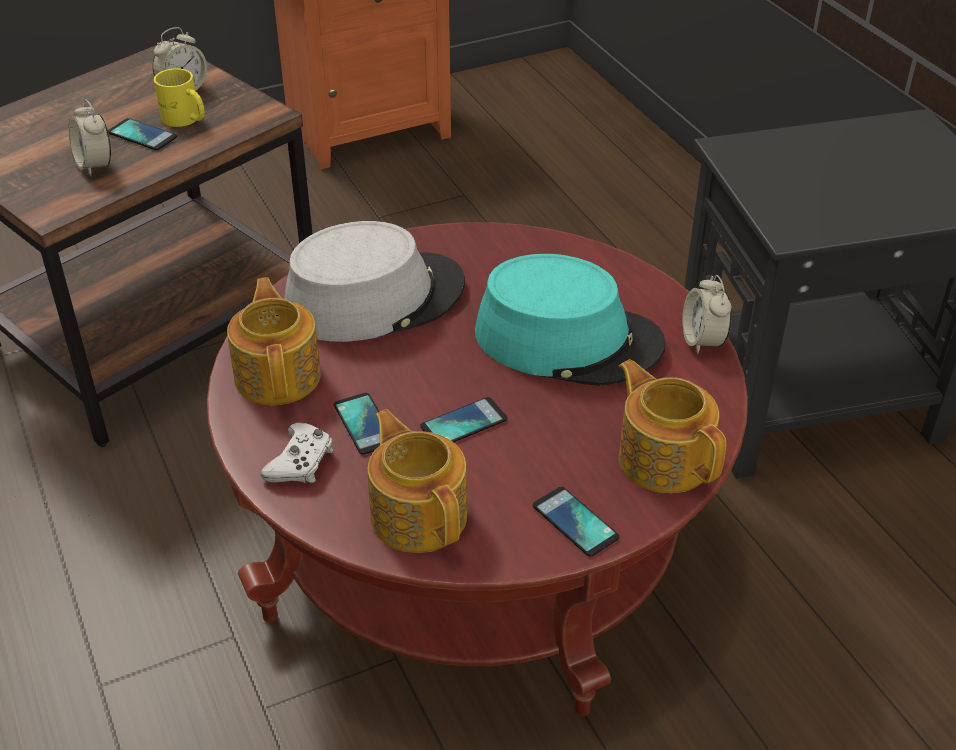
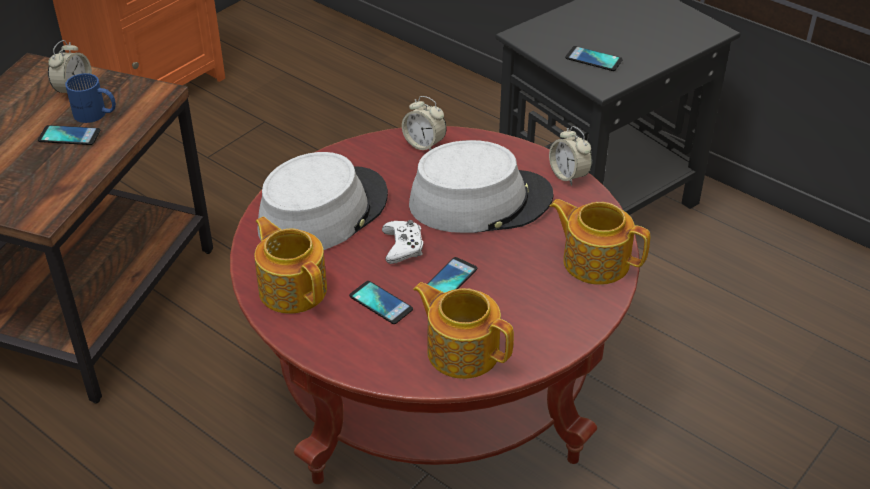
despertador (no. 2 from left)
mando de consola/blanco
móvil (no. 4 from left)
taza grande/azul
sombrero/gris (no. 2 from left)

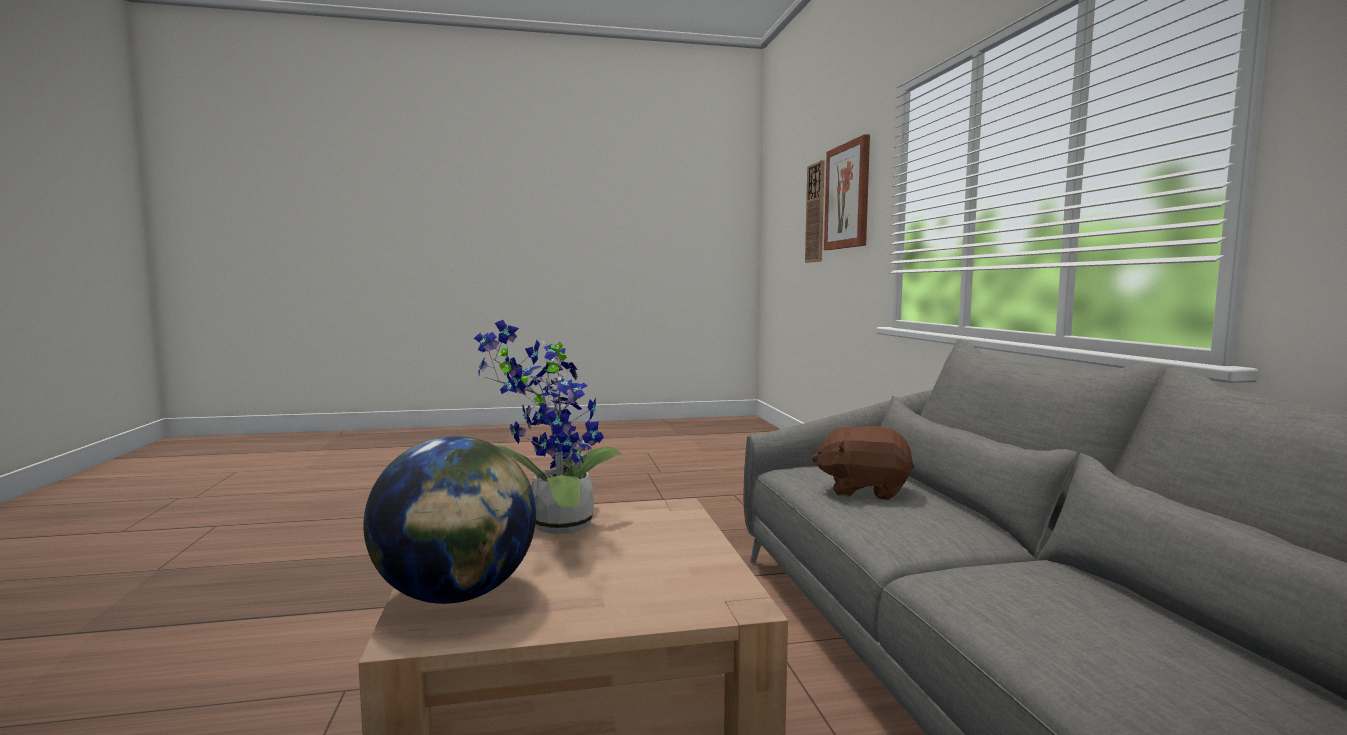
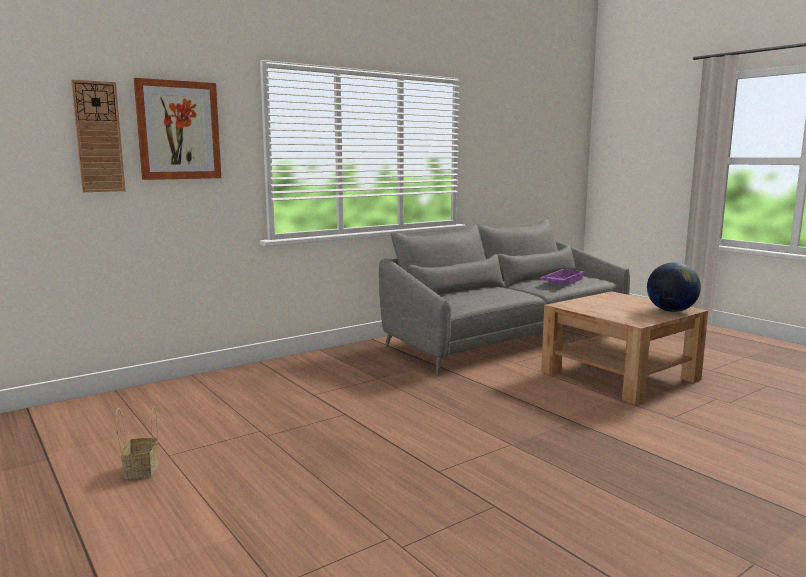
planta en maceta
peluche/marrón
cesta
bandeja/morado

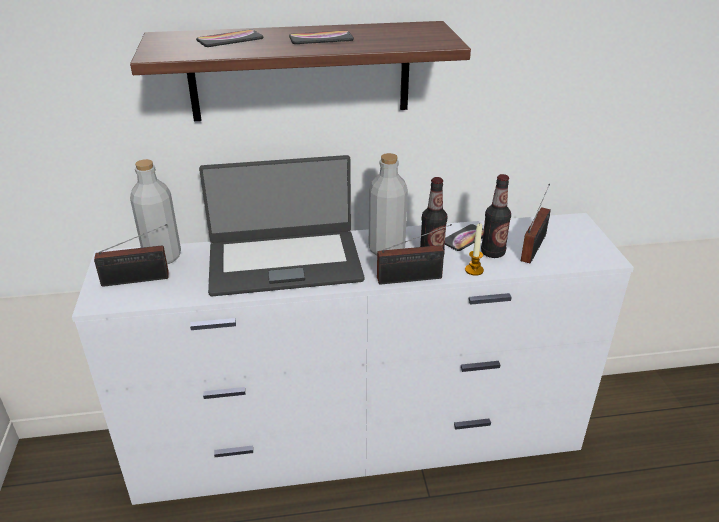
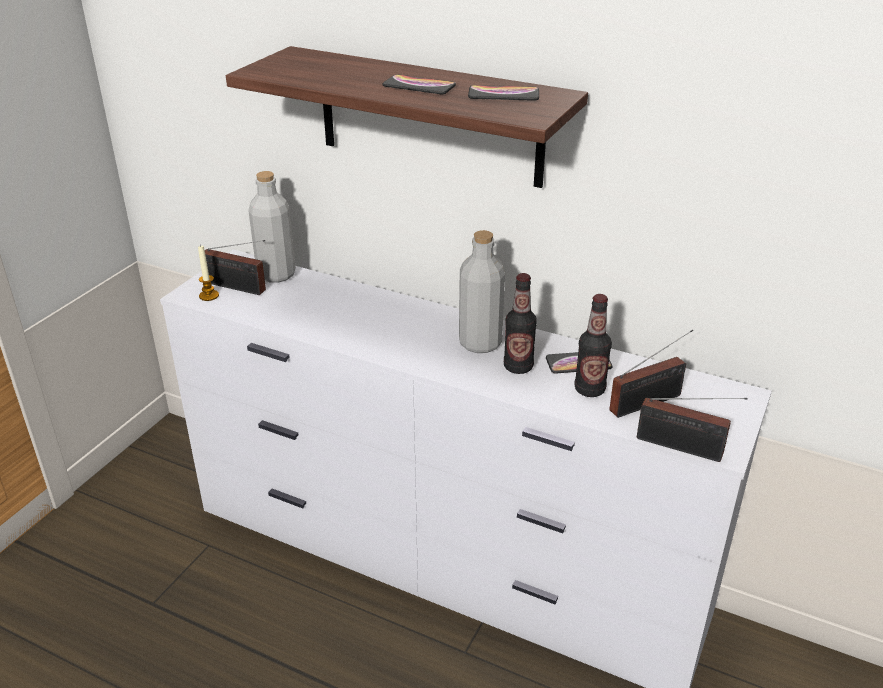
portátil
móvil (no. 2 from left)
radio (no. 3 from left)
vela

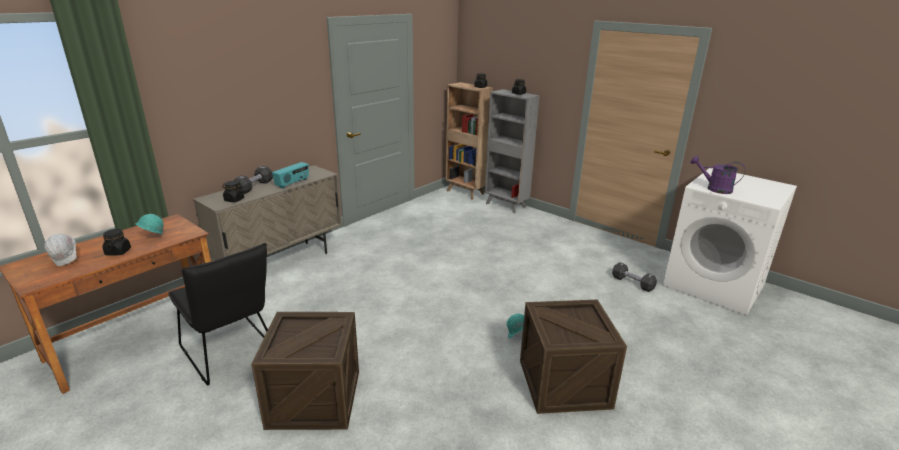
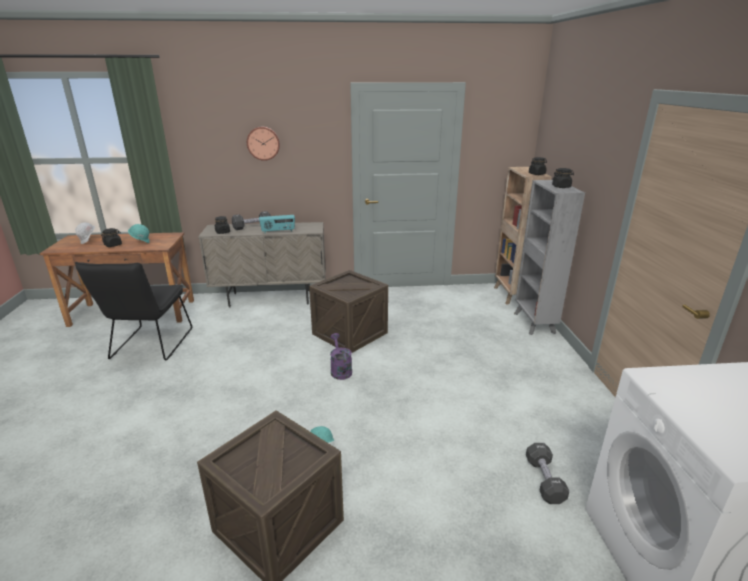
reloj de pared
caja de embalaje (no. 2 from left)
regadera/morado

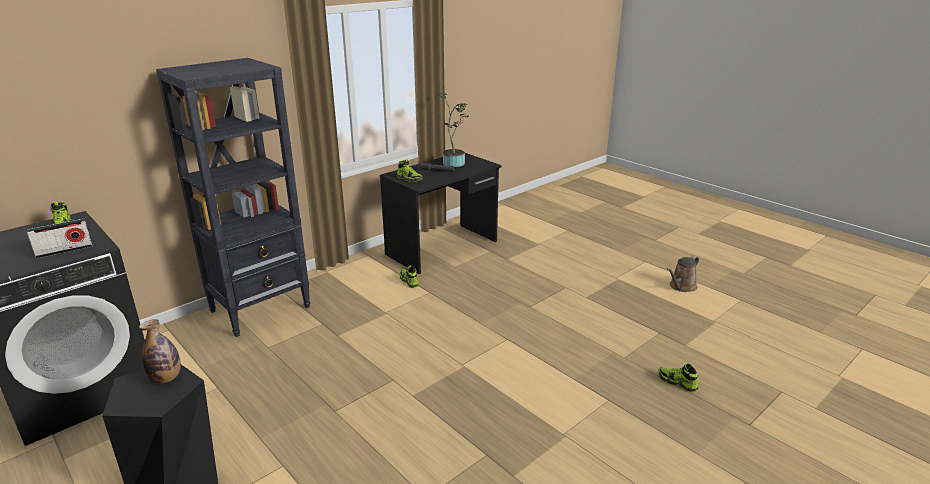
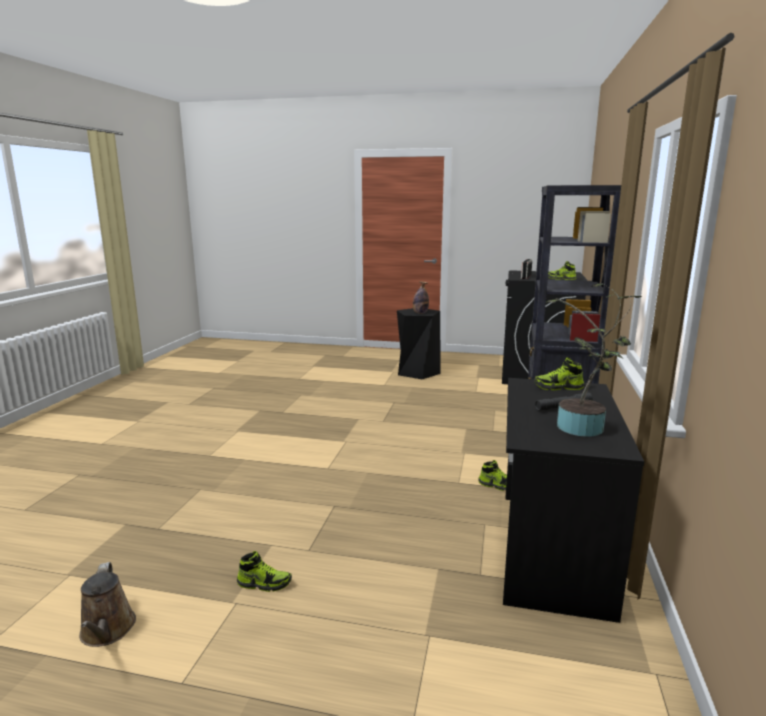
zapato (no. 1 from left)
regadera/marrón

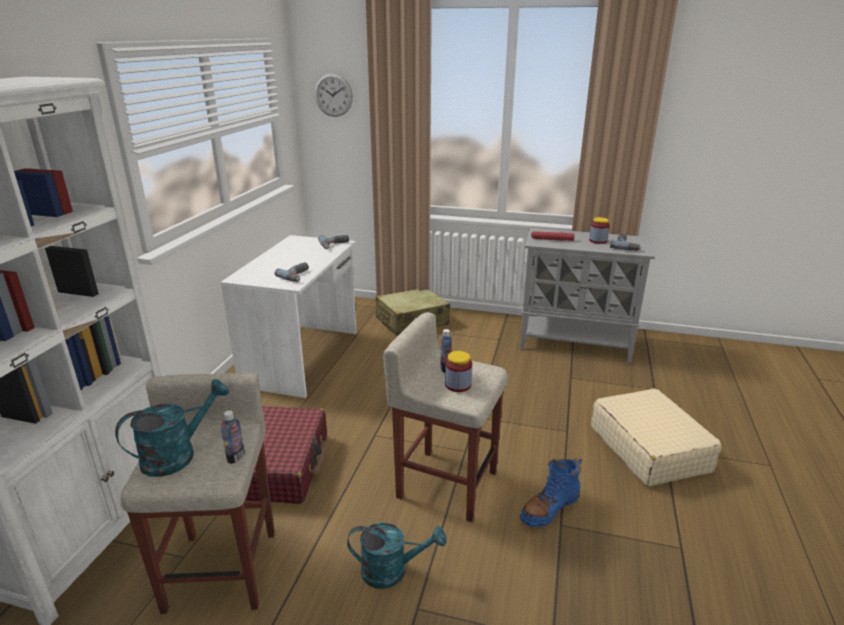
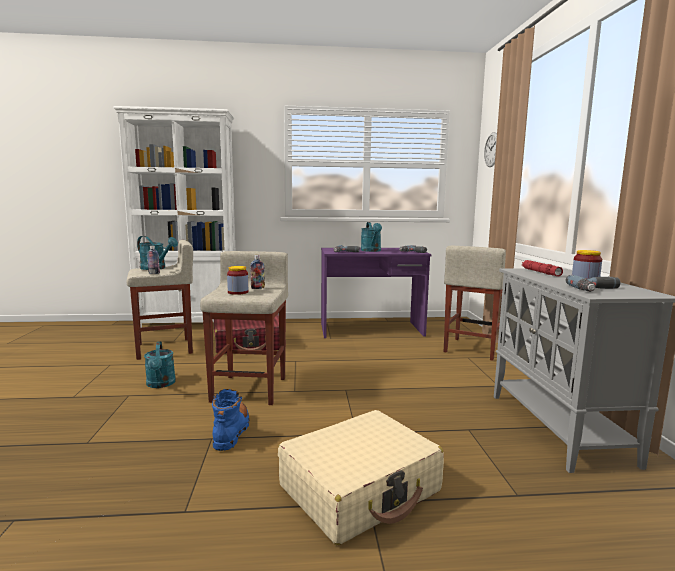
regadera/turquesa (no. 3 from left)
taburete/beis (no. 3 from left)
escritorio/morado
bota/azul

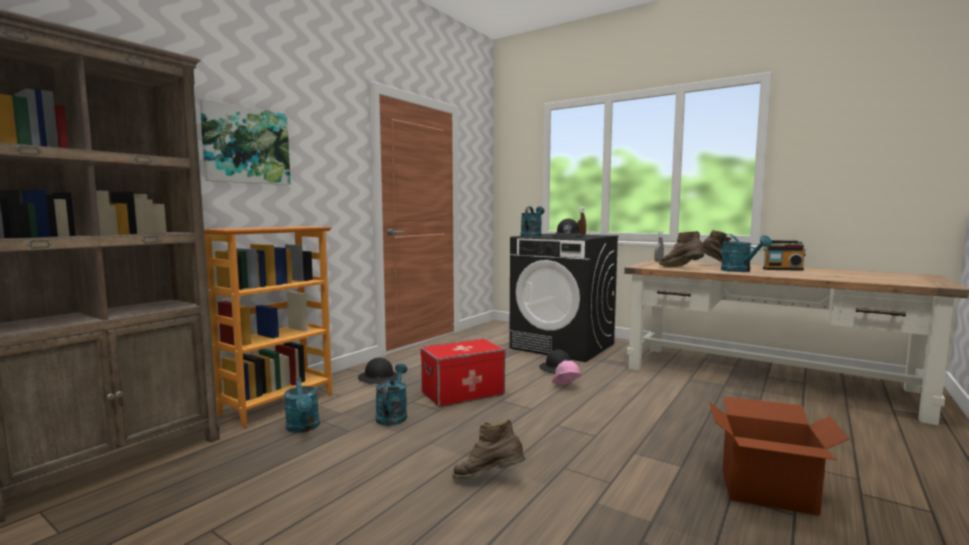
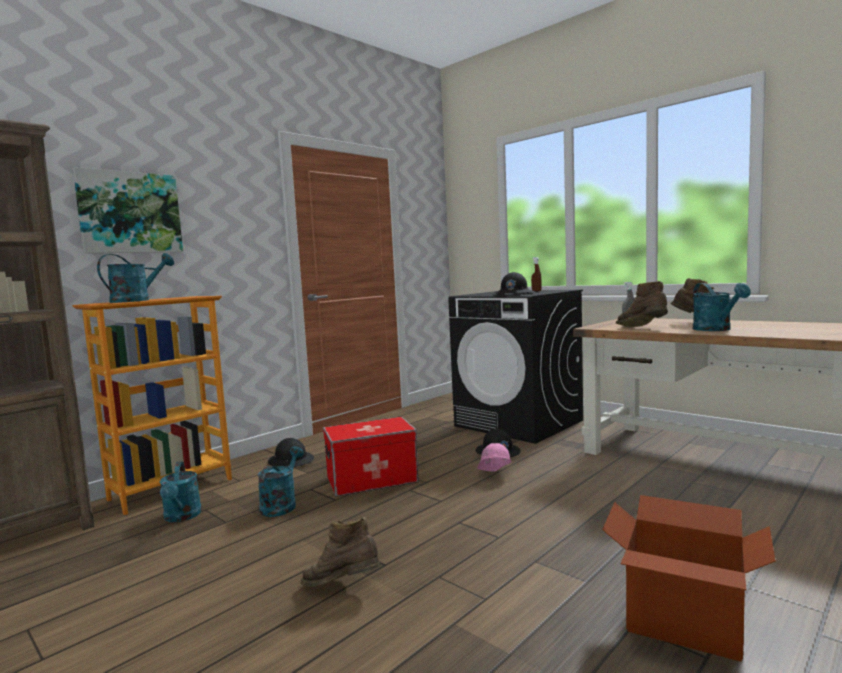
radio
regadera/turquesa (no. 1 from left)

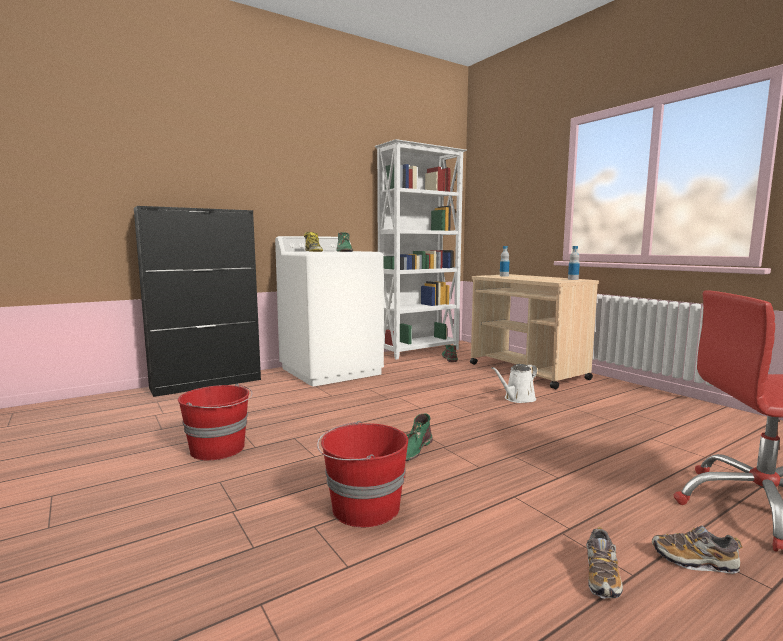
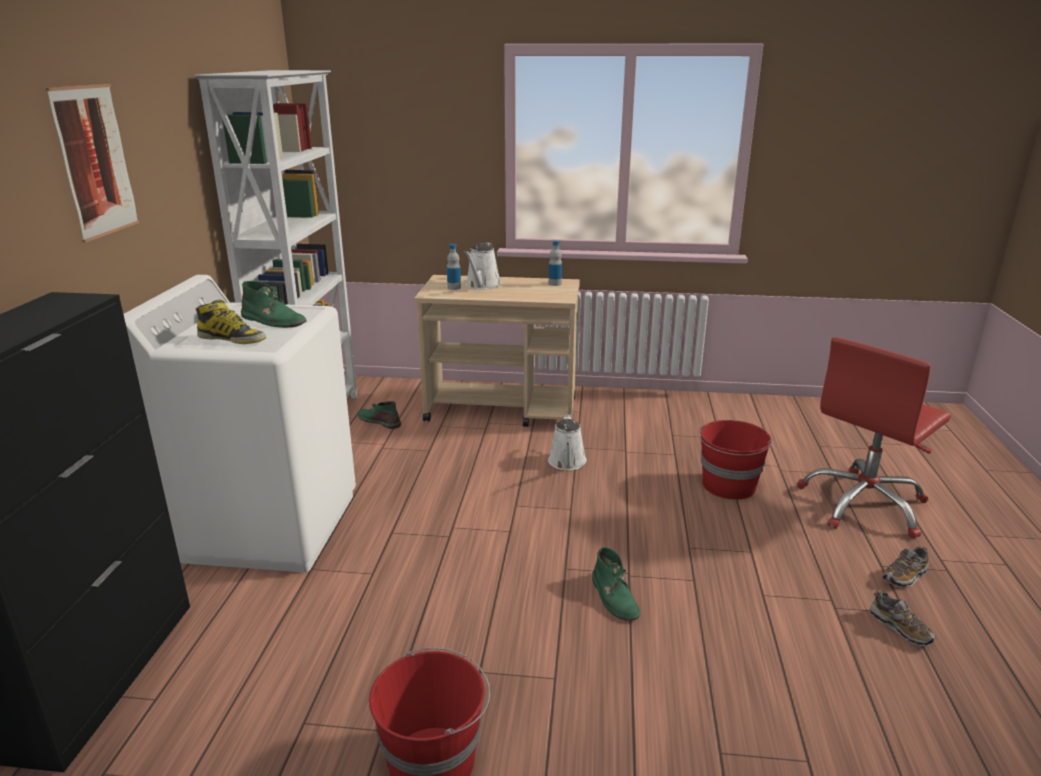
cuadro
regadera/blanco (no. 1 from left)
cubo/rojo (no. 2 from left)

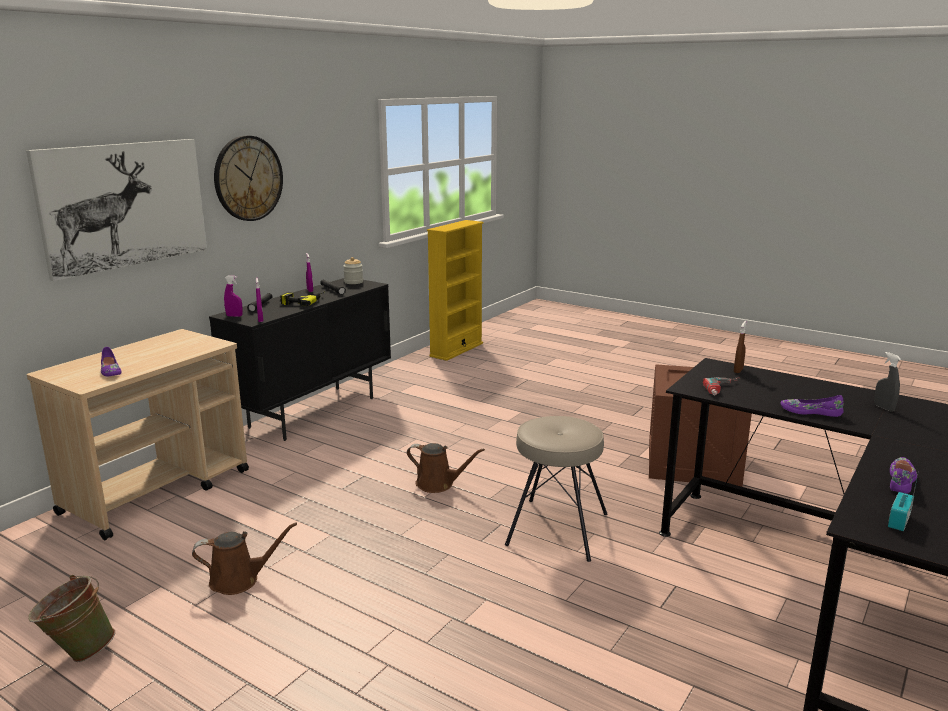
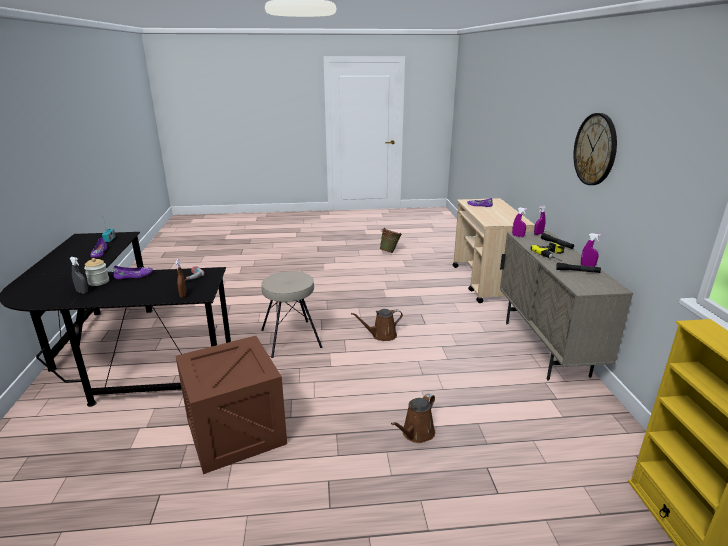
cuadro
regadera/marrón (no. 2 from left)
tarro
armario/beis

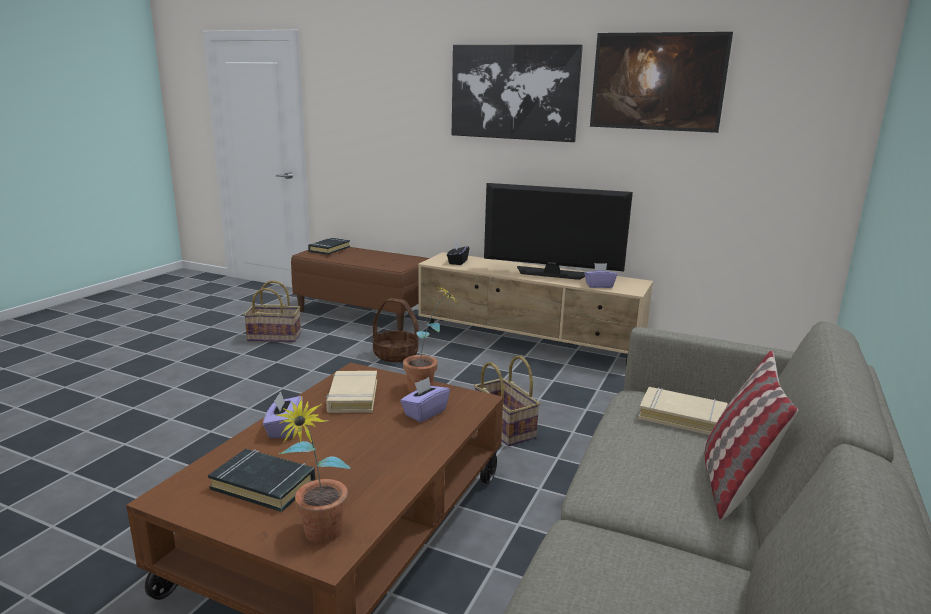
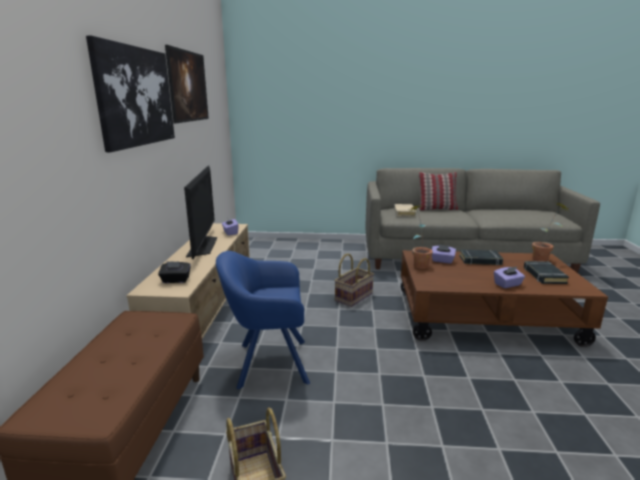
libro/beis (no. 1 from left in the first image)
libro/negro (no. 1 from left)
sillón/azul

